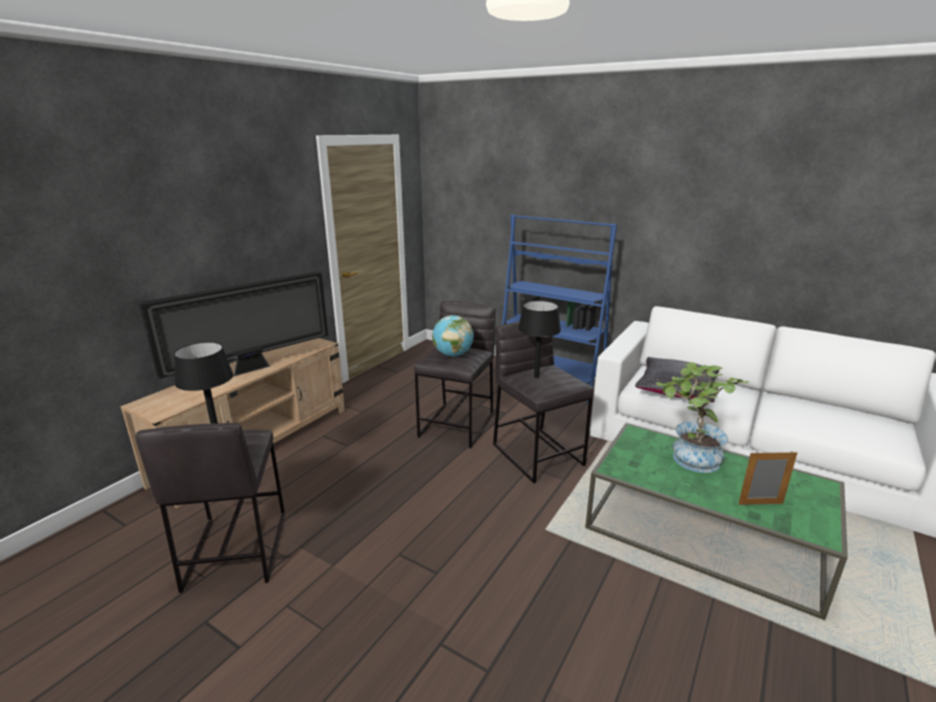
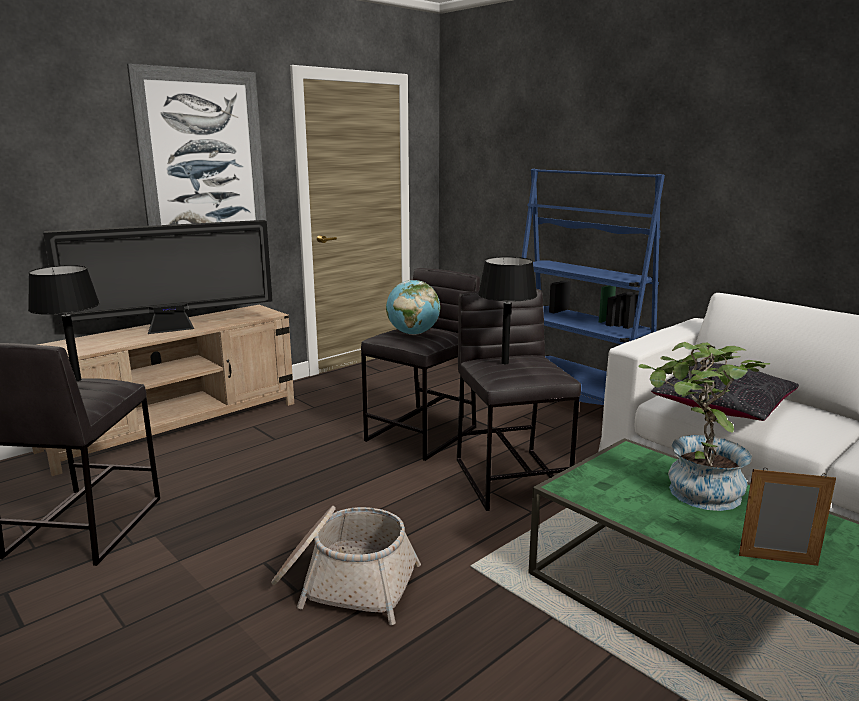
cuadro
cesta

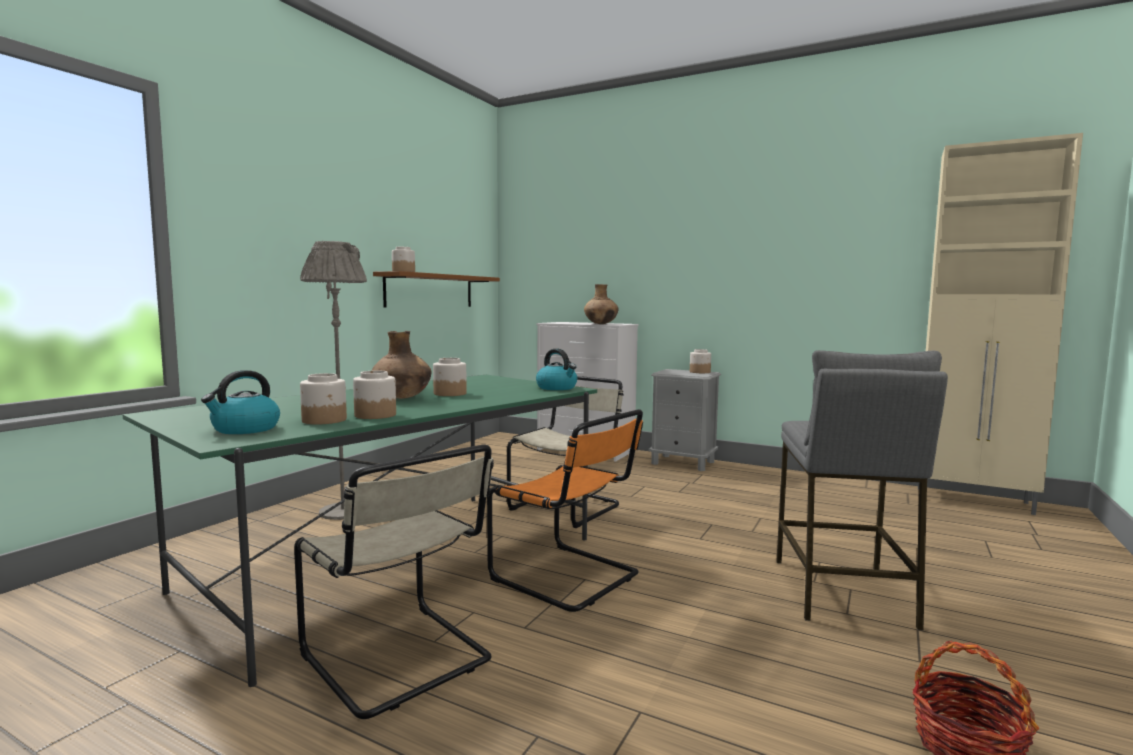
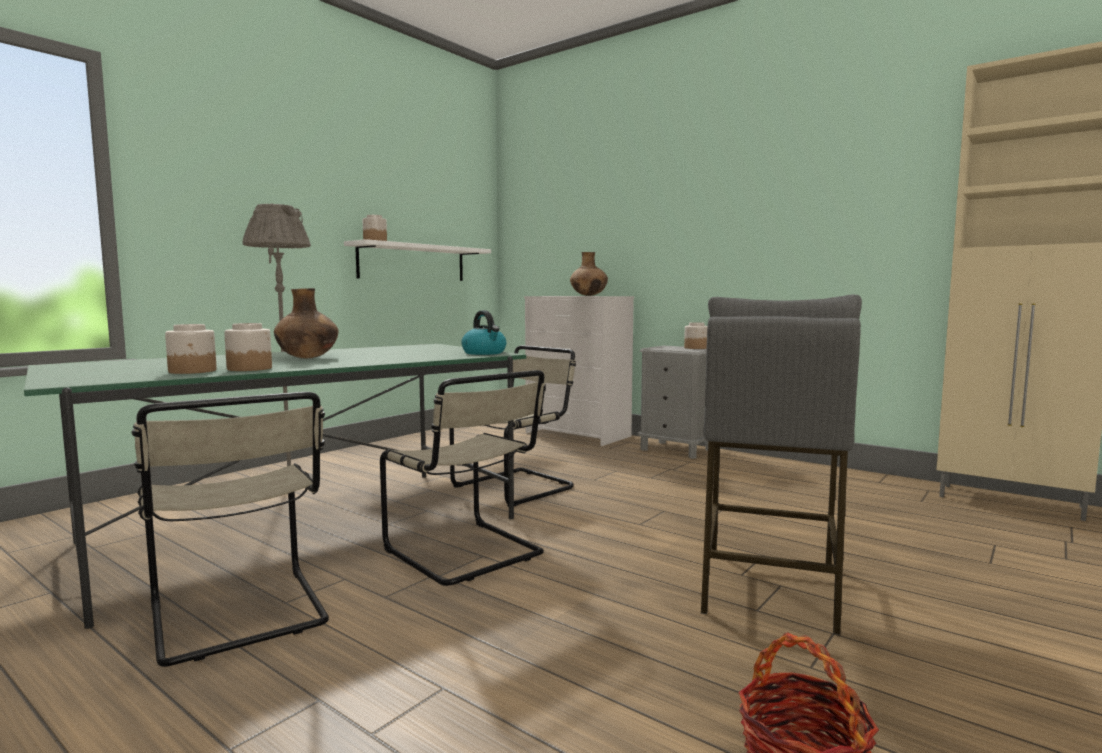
hervidor (no. 1 from left in the first image)
tarro (no. 4 from left in the first image)
estante/blanco
silla/beis (no. 2 from left)

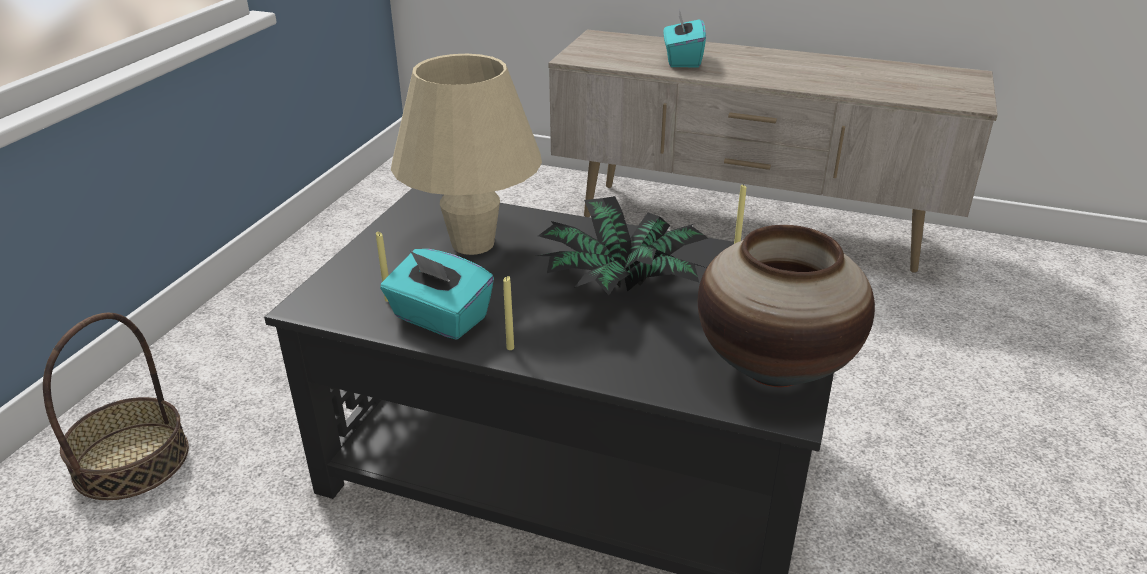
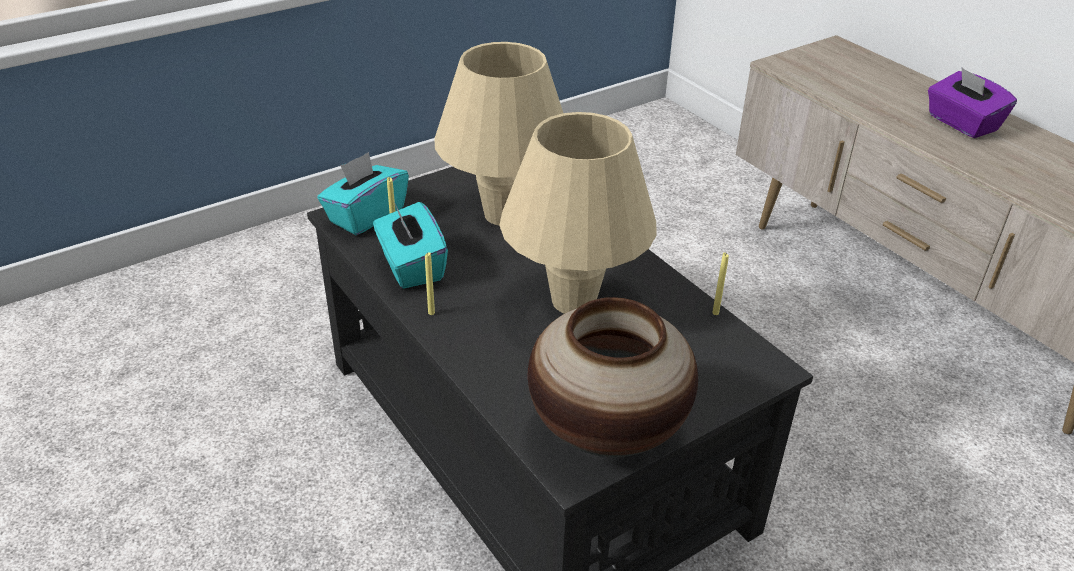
cesta
caja de pañuelos/morado
caja de pañuelos/turquesa (no. 1 from left)
lámpara de mesa/beis (no. 2 from left)

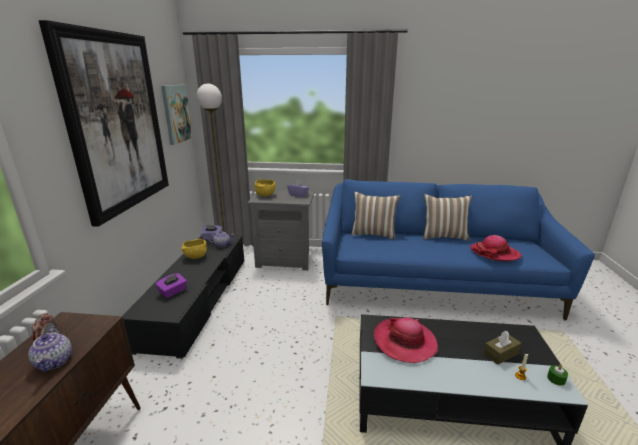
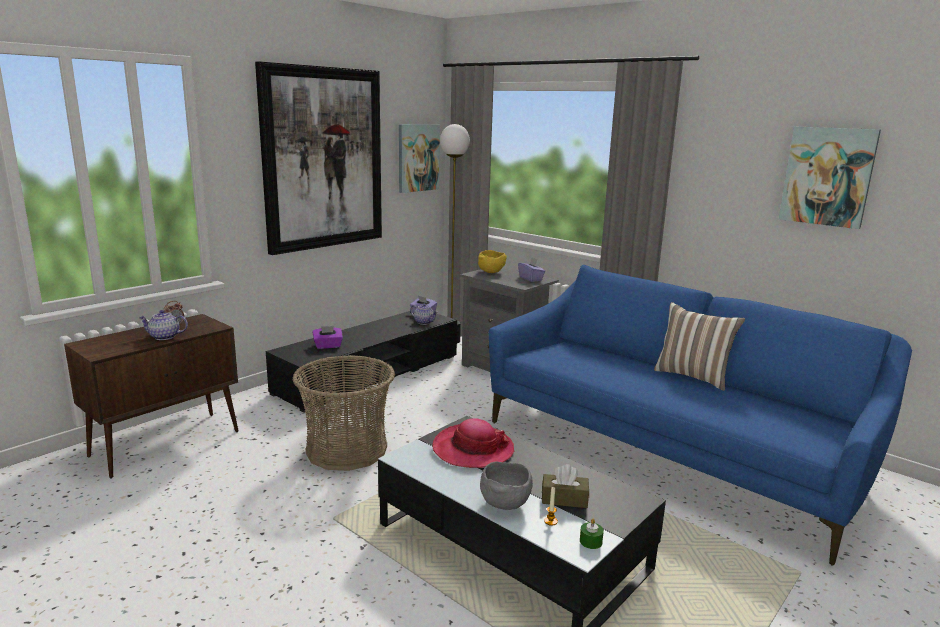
cuenco/amarillo (no. 1 from left in the first image)
cojín (no. 1 from left in the first image)
sombrero (no. 2 from left in the first image)
cesta
cuenco/gris
cuadro (no. 3 from left)
tetera (no. 1 from left)

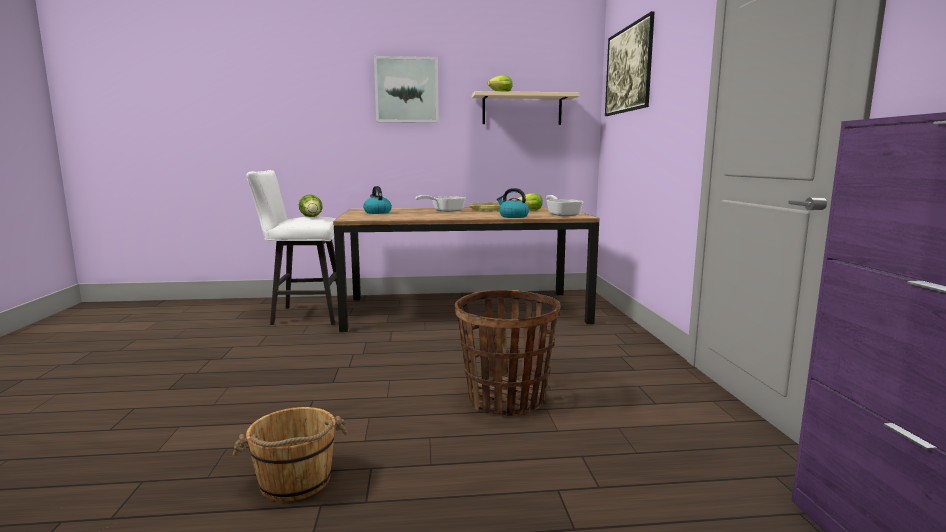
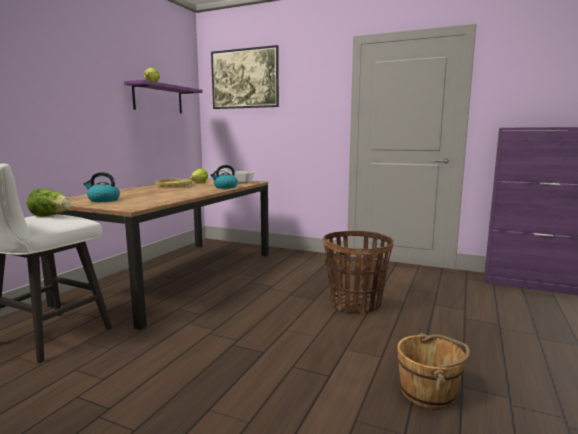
cuadro (no. 1 from left in the first image)
sartén (no. 1 from left in the first image)
estante/morado

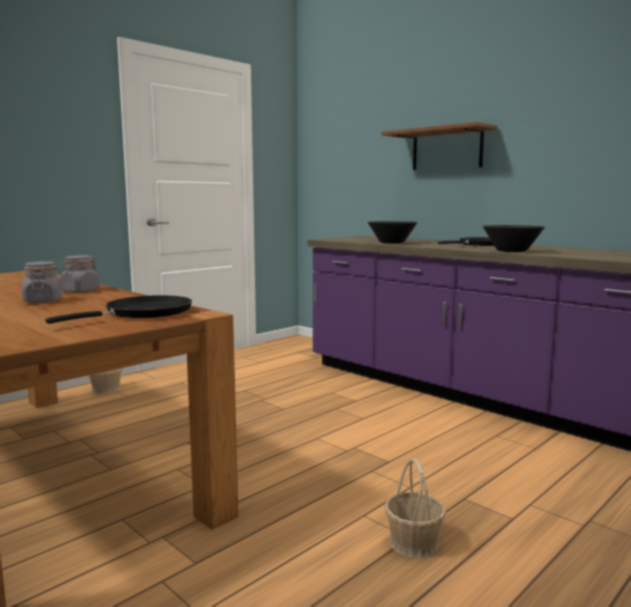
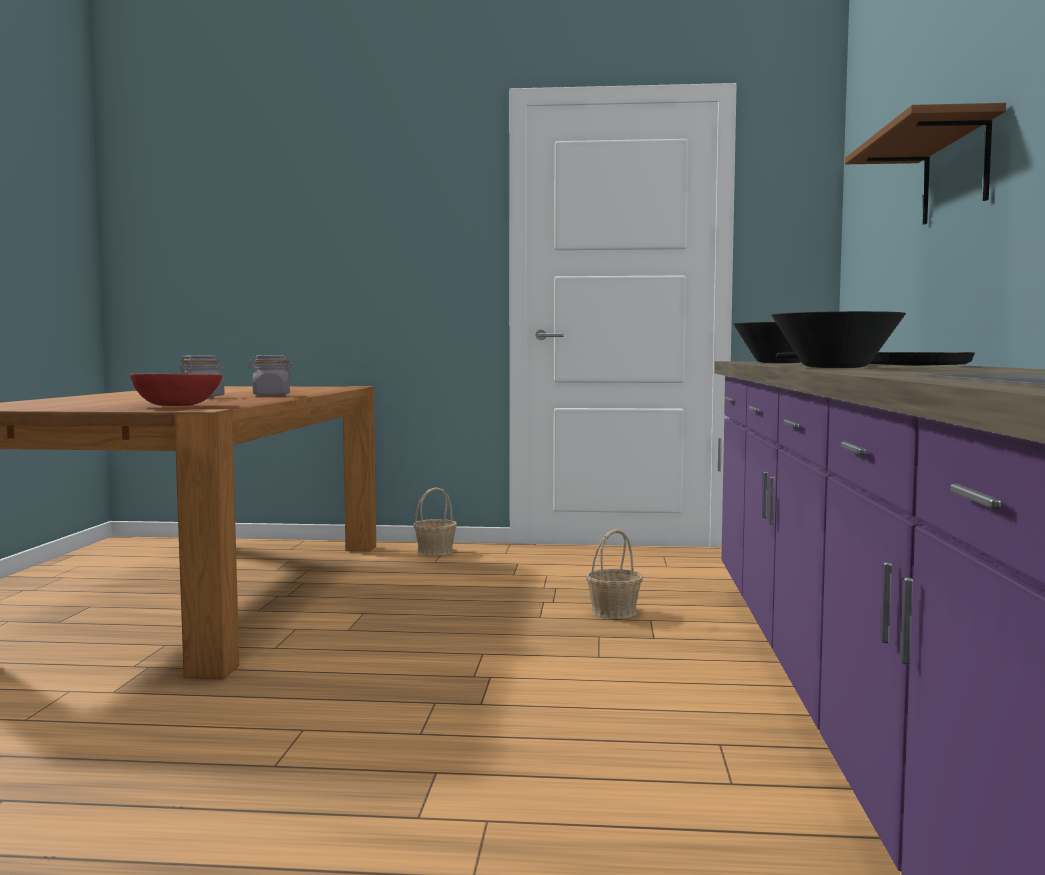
cesta (no. 2 from left)
cuenco/rojo

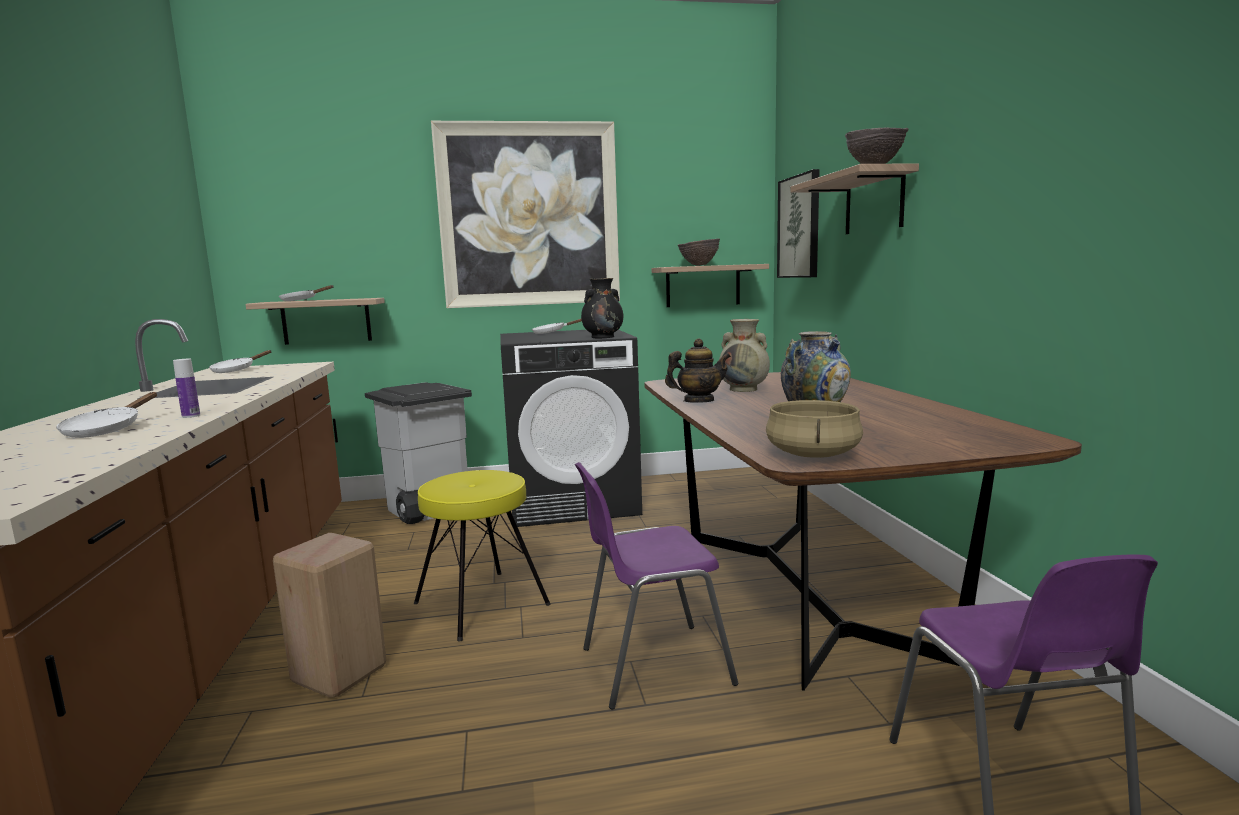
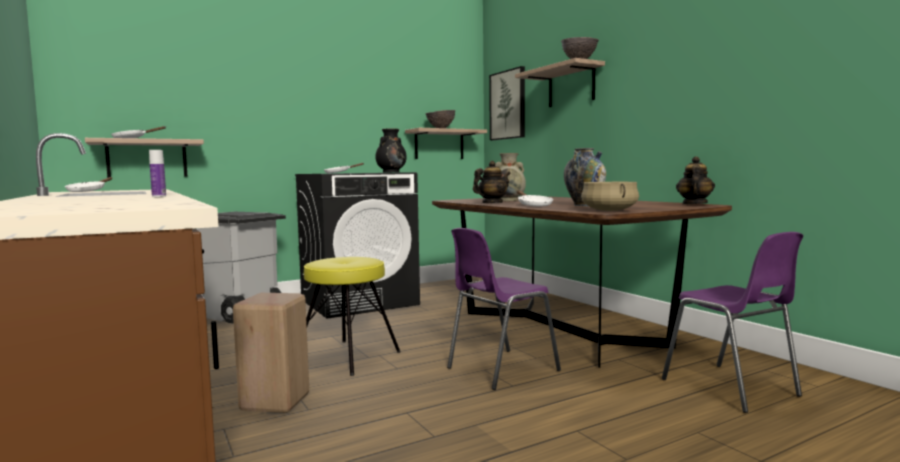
cuadro (no. 1 from left in the first image)
tetera (no. 2 from left)
sartén/blanco (no. 4 from left)

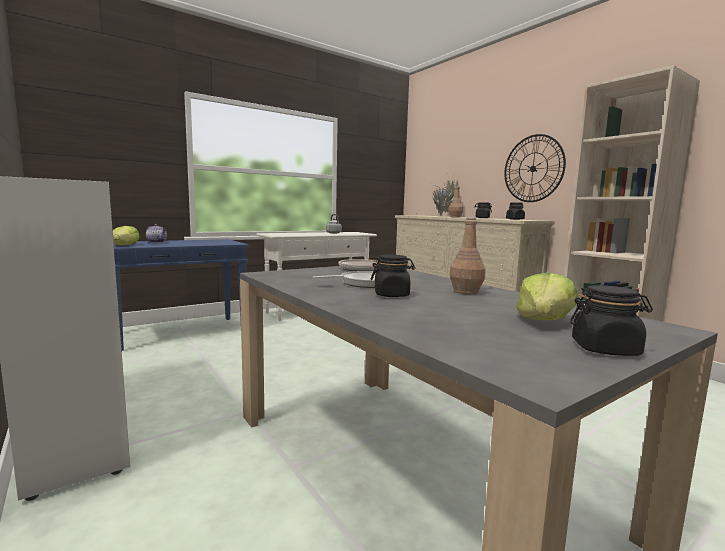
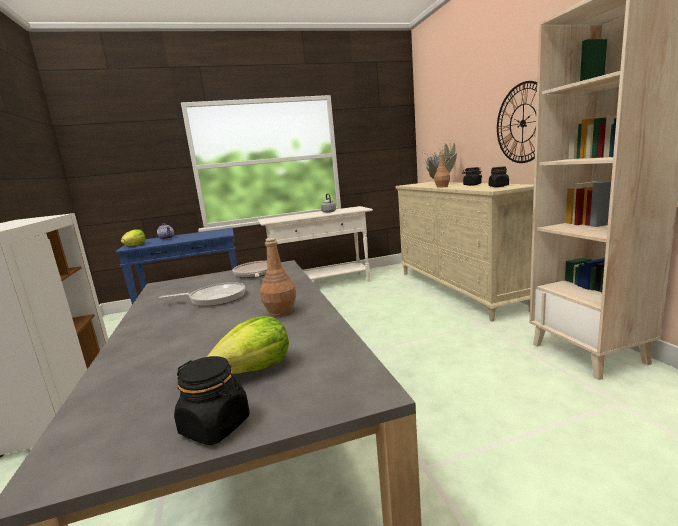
tarro/negro (no. 1 from left in the first image)

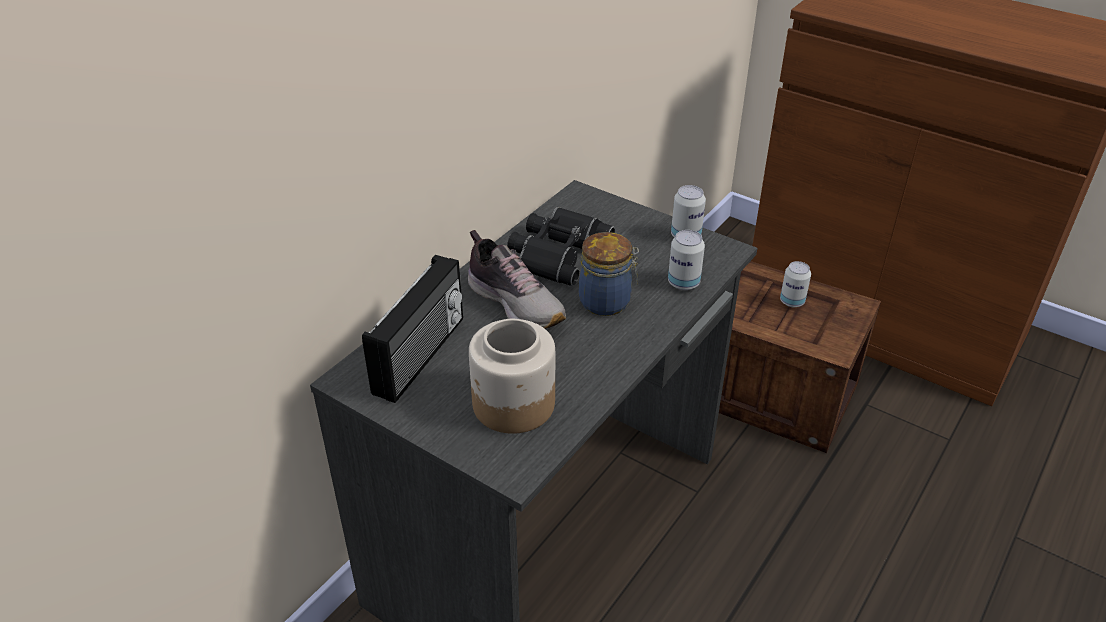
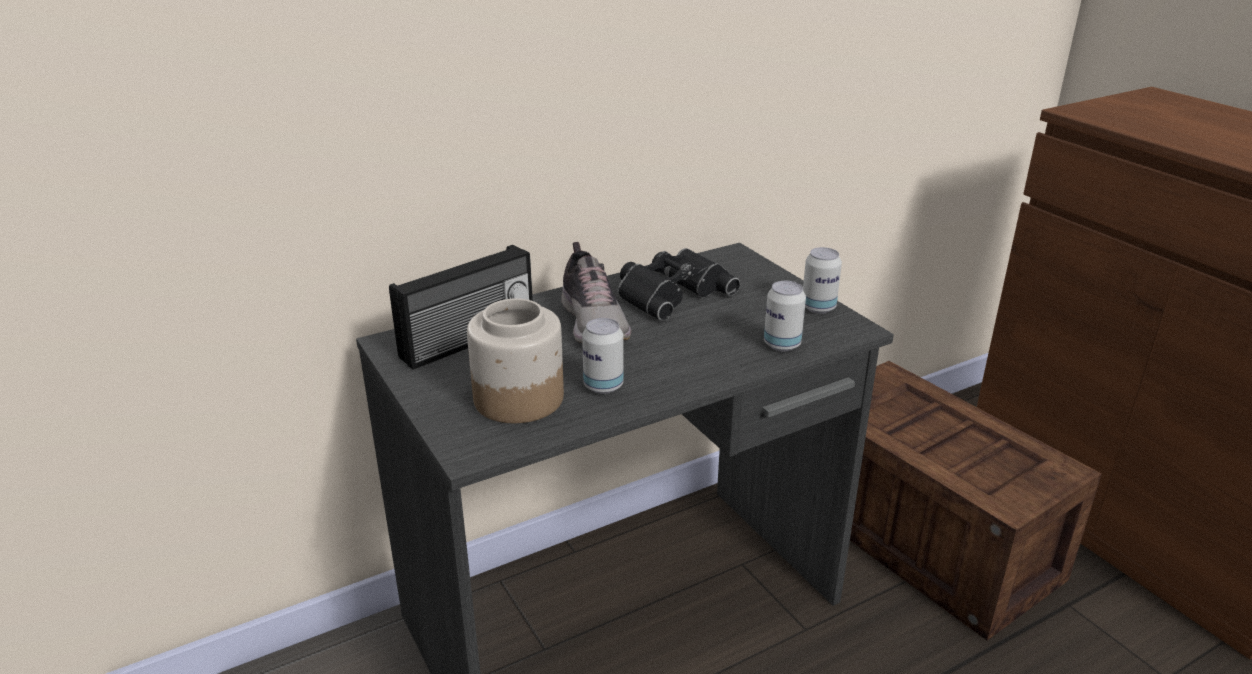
tarro (no. 2 from left in the first image)
lata (no. 1 from left)

